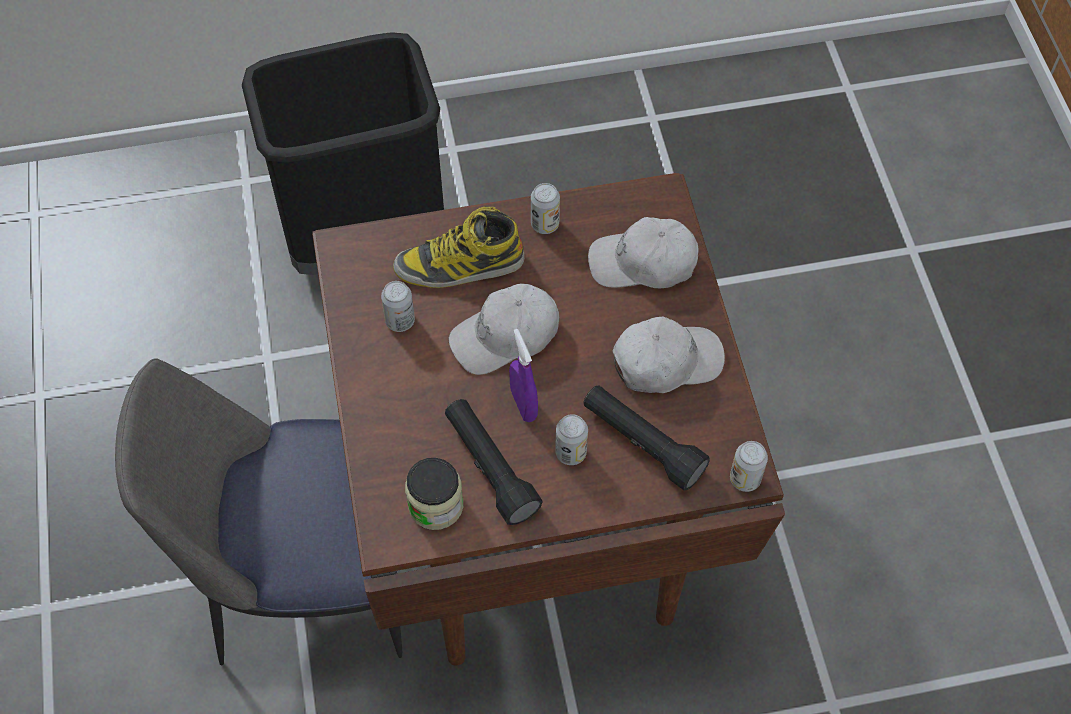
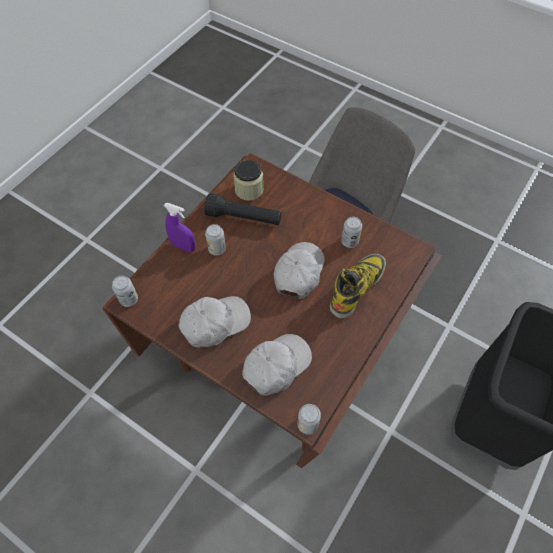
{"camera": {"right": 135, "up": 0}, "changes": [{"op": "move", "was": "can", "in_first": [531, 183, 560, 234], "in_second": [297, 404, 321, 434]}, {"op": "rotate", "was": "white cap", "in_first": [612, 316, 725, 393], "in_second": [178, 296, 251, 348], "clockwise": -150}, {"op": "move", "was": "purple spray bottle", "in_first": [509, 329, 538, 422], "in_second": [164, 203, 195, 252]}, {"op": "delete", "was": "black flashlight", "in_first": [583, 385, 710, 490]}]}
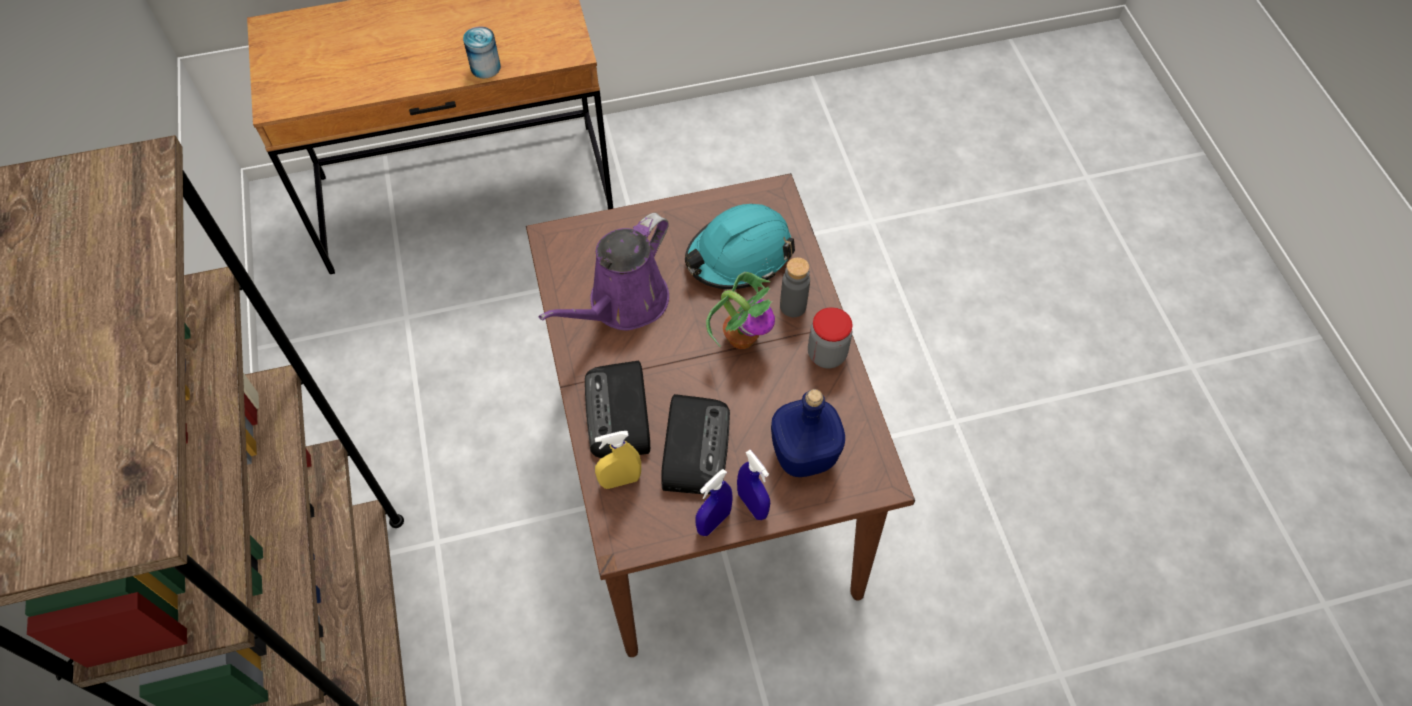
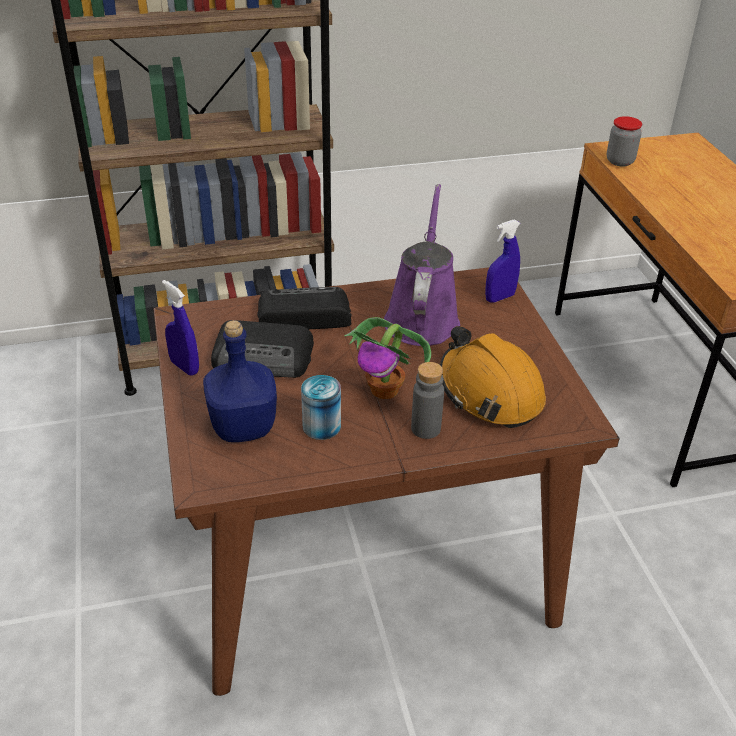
{"camera": {"right": 90, "up": -20}, "changes": [{"op": "move", "was": "can", "in_first": [463, 26, 501, 79], "in_second": [301, 375, 341, 440]}, {"op": "recolor", "was": "turquoise hard hat", "now": "orange hard hat", "in_first": [685, 204, 795, 289], "in_second": [440, 326, 546, 428]}, {"op": "rotate", "was": "purple watering can", "in_first": [539, 213, 669, 330], "in_second": [384, 184, 460, 346], "clockwise": 60}, {"op": "move", "was": "jar", "in_first": [808, 307, 852, 368], "in_second": [607, 116, 642, 166]}, {"op": "delete", "was": "yellow spray bottle", "in_first": [595, 431, 641, 489]}, {"op": "move", "was": "blue spray bottle", "in_first": [737, 450, 770, 520], "in_second": [485, 220, 521, 303]}]}
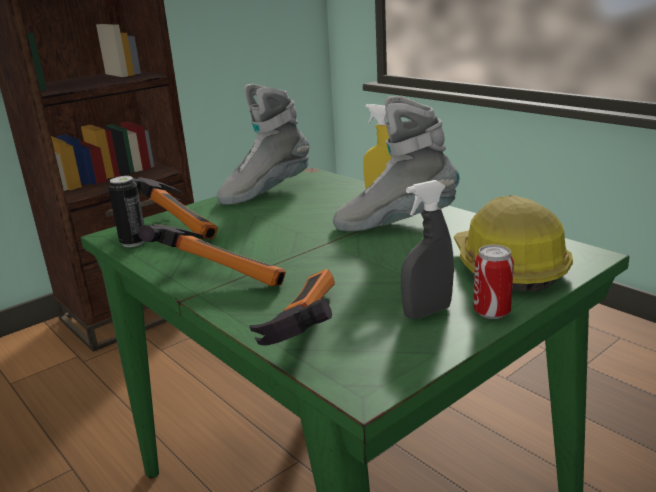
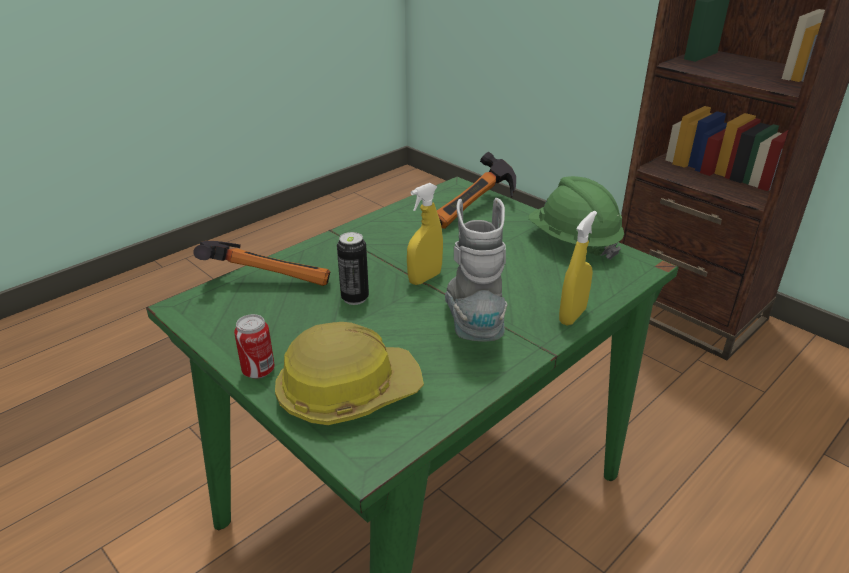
{"camera": {"right": 85, "up": 10}, "changes": [{"op": "replace", "was": "grey boot", "now": "green hard hat", "in_first": [217, 84, 309, 205], "in_second": [529, 176, 624, 260]}, {"op": "move", "was": "can", "in_first": [108, 176, 145, 247], "in_second": [337, 232, 369, 305]}, {"op": "delete", "was": "grey spray bottle", "in_first": [401, 180, 454, 319]}, {"op": "delete", "was": "hammer", "in_first": [138, 224, 286, 286]}, {"op": "insert", "now": "yellow spray bottle", "in_second": [407, 183, 443, 285]}]}
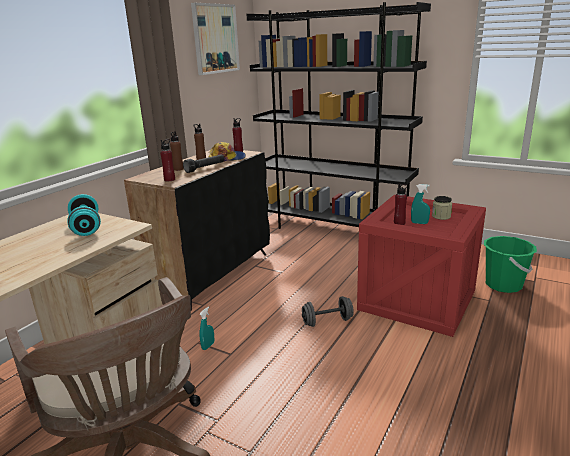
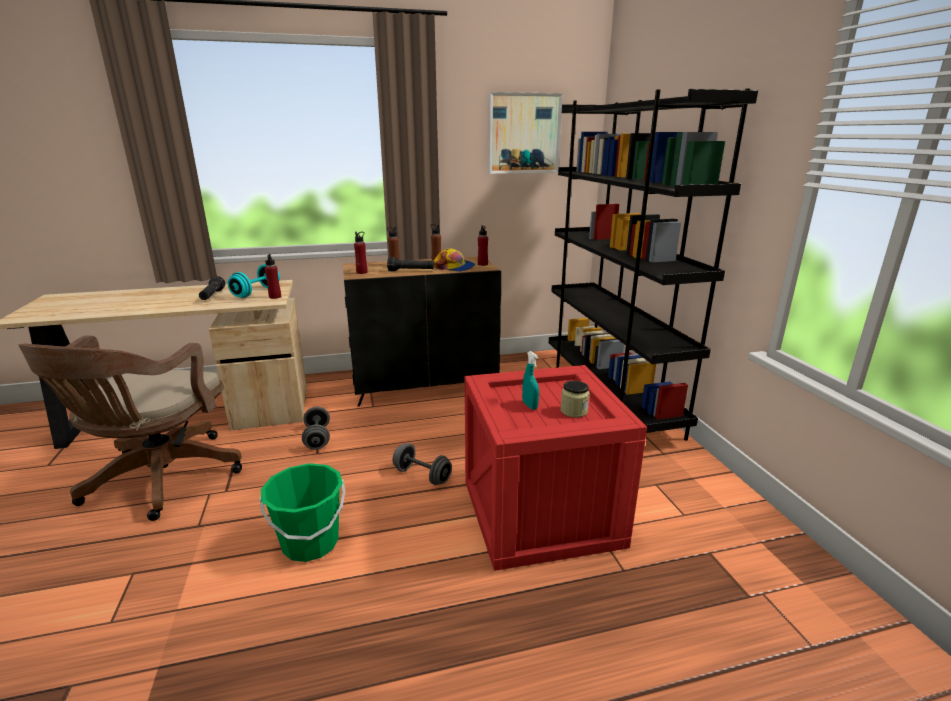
{"camera": {"right": 45, "up": 0}, "changes": [{"op": "move", "was": "red bottle", "in_first": [394, 183, 408, 225], "in_second": [265, 254, 281, 299]}, {"op": "move", "was": "green bucket", "in_first": [484, 236, 537, 293], "in_second": [260, 463, 346, 562]}, {"op": "replace", "was": "turquoise spray bottle", "now": "grey dumbbell", "in_first": [199, 307, 214, 350], "in_second": [302, 407, 330, 450]}, {"op": "insert", "now": "black flashlight", "in_second": [199, 276, 225, 300]}]}
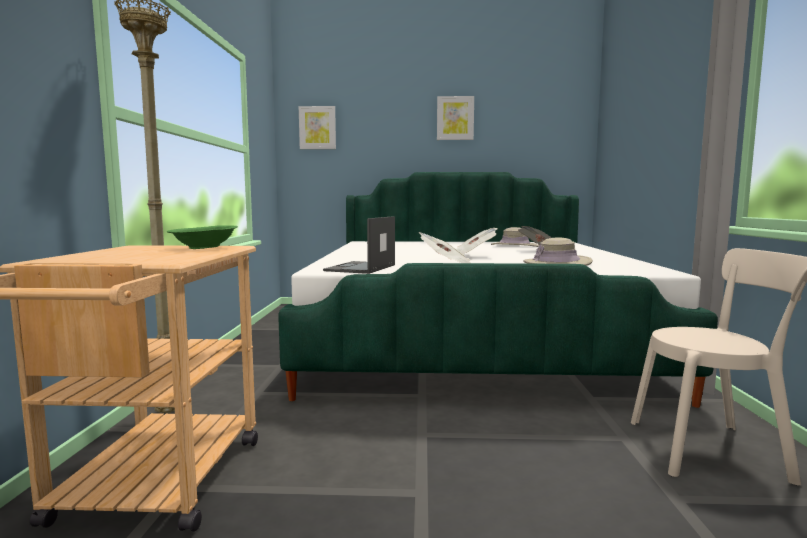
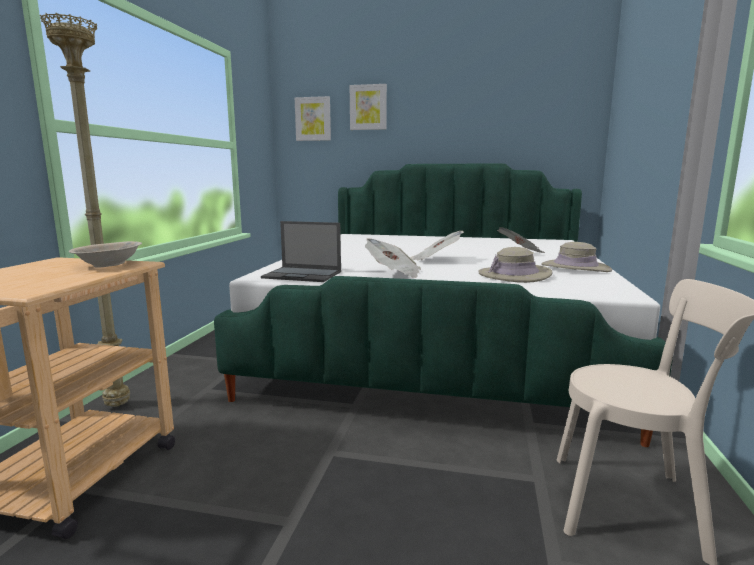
{"camera": {"right": 10, "up": 5}, "changes": [{"op": "move", "was": "picture", "in_first": [437, 96, 474, 140], "in_second": [350, 84, 387, 130]}, {"op": "rotate", "was": "laptop", "in_first": [323, 216, 395, 274], "in_second": [261, 221, 341, 282], "clockwise": -105}, {"op": "recolor", "was": "green bowl", "now": "beige bowl", "in_first": [166, 225, 238, 249], "in_second": [69, 241, 142, 268]}, {"op": "move", "was": "beige hat", "in_first": [491, 227, 539, 247], "in_second": [541, 242, 612, 272]}]}
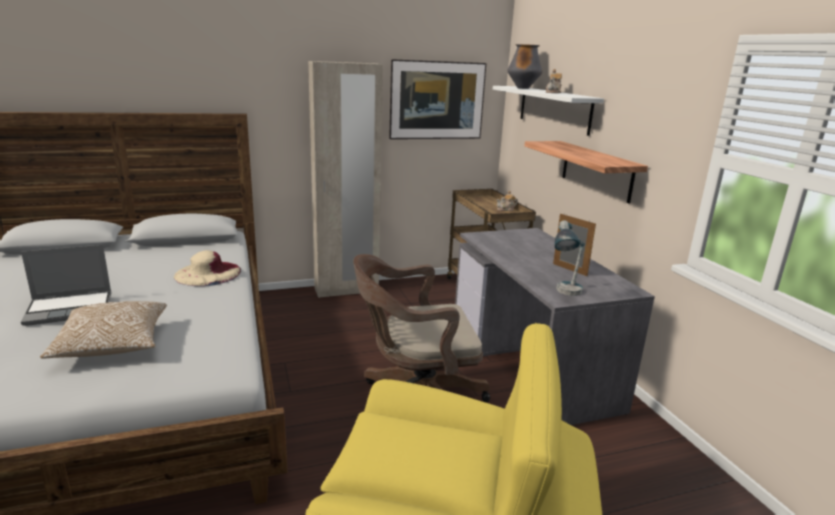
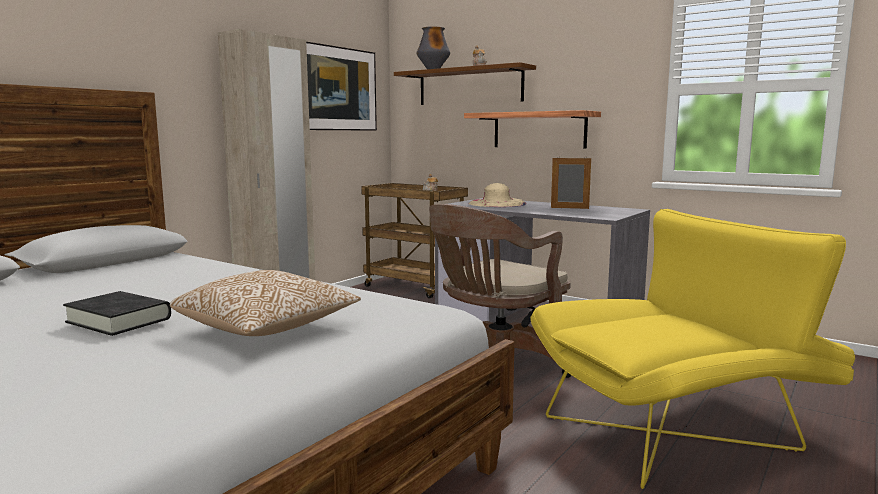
{"camera": {"right": -35, "up": -10}, "changes": [{"op": "recolor", "was": "white shelf", "now": "brown shelf", "in_first": [493, 86, 604, 136], "in_second": [394, 62, 536, 105]}, {"op": "delete", "was": "table lamp", "in_first": [555, 220, 585, 296]}, {"op": "replace", "was": "laptop", "now": "black book", "in_first": [21, 245, 111, 326], "in_second": [63, 291, 171, 336]}, {"op": "move", "was": "beige hat", "in_first": [174, 250, 241, 286], "in_second": [469, 183, 526, 207]}]}
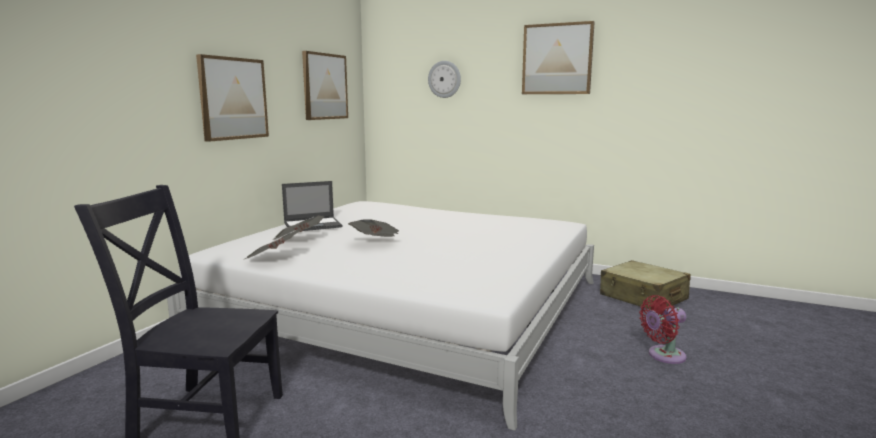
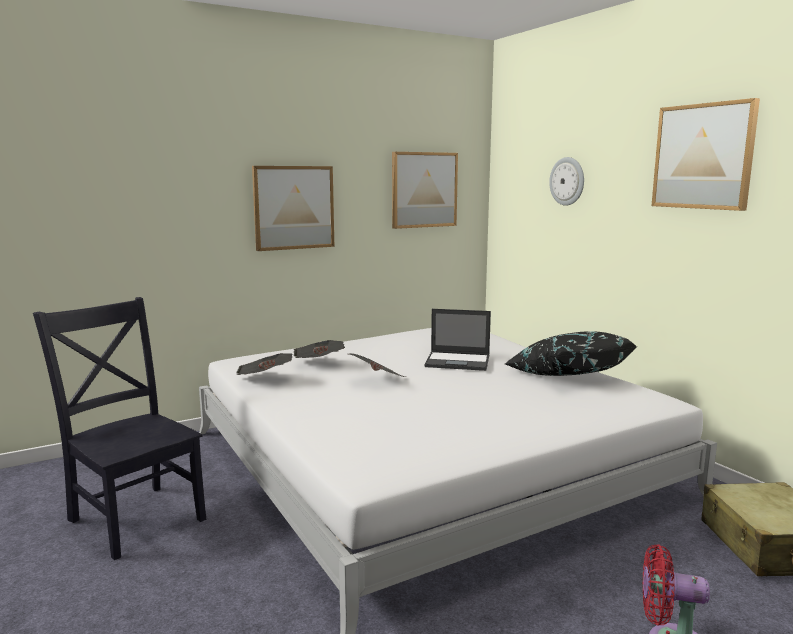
{"camera": {"right": 35, "up": 0}, "changes": [{"op": "move", "was": "laptop", "in_first": [282, 181, 342, 231], "in_second": [424, 309, 491, 371]}, {"op": "insert", "now": "black pillow", "in_second": [505, 331, 638, 376]}]}
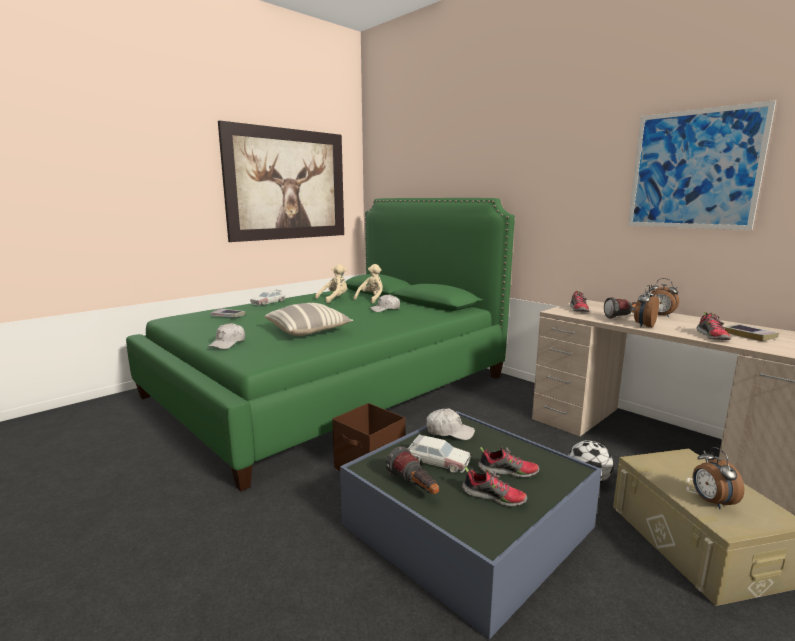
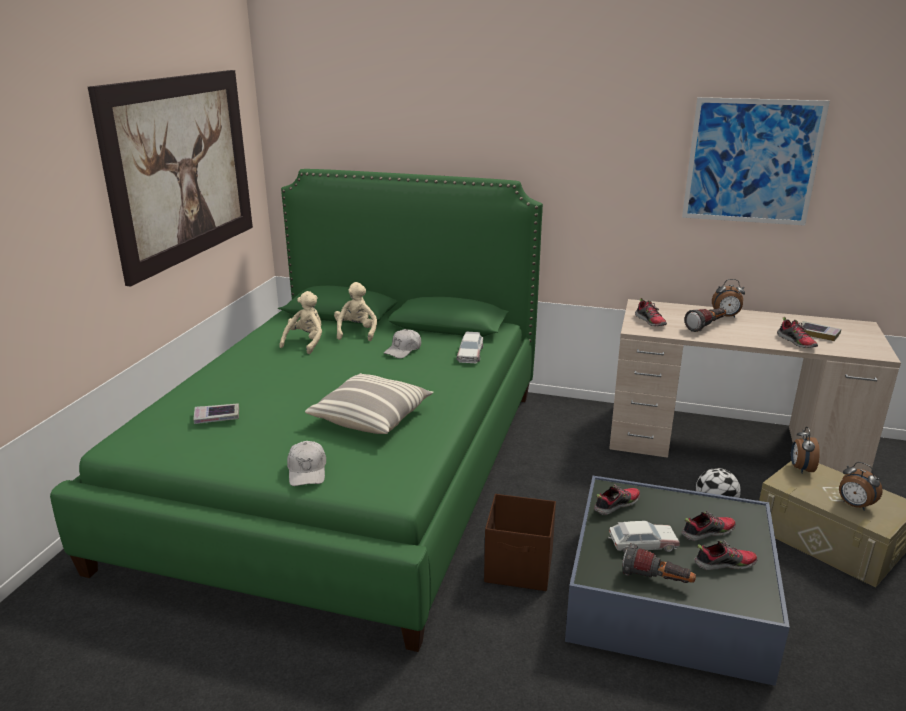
{"camera": {"right": -30, "up": 10}, "changes": [{"op": "move", "was": "alarm clock", "in_first": [634, 285, 659, 327], "in_second": [791, 427, 820, 474]}, {"op": "move", "was": "toy car", "in_first": [250, 290, 286, 306], "in_second": [456, 332, 483, 363]}, {"op": "replace", "was": "white cap", "now": "shoe", "in_first": [427, 409, 475, 440], "in_second": [594, 484, 640, 515]}]}
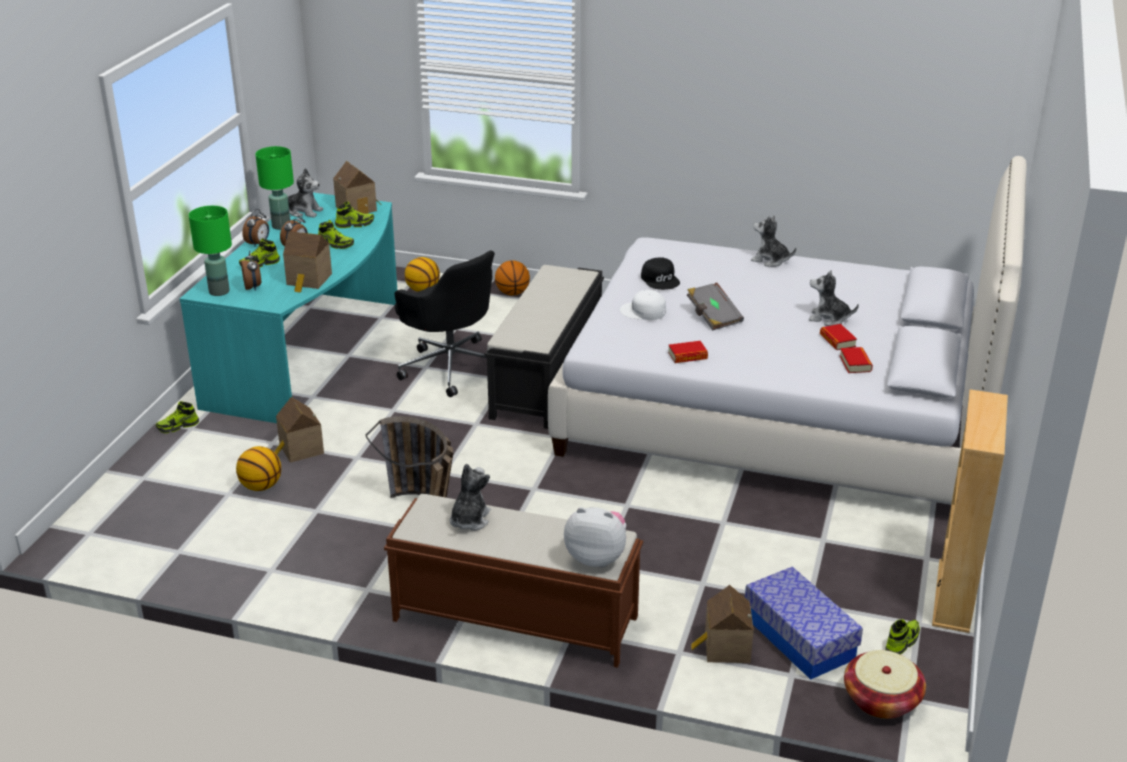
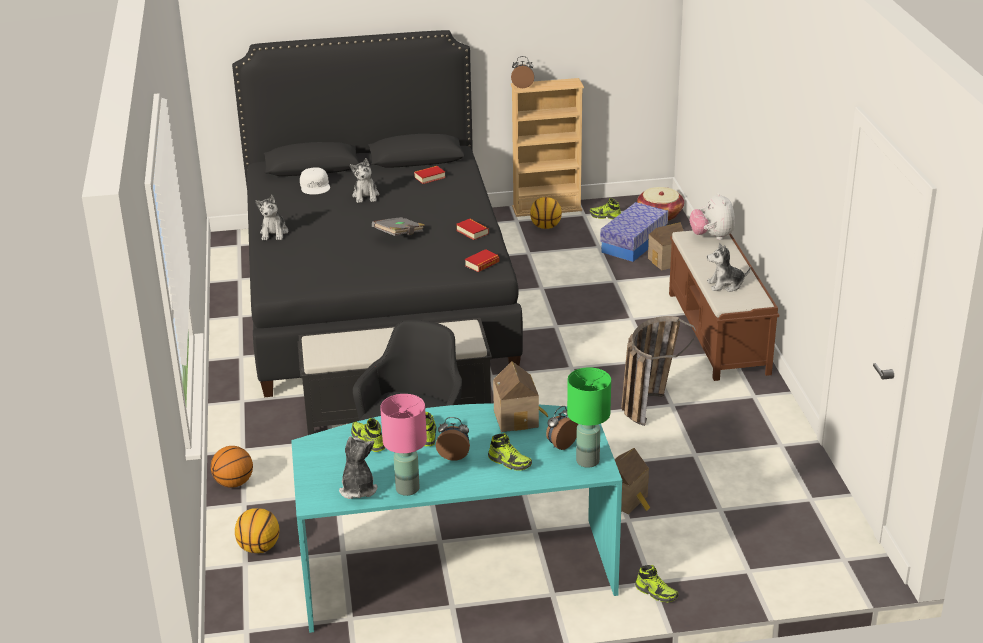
{"camera": {"right": -115, "up": 0}, "changes": [{"op": "recolor", "was": "green table lamp", "now": "pink table lamp", "in_first": [255, 146, 294, 230], "in_second": [380, 394, 427, 496]}, {"op": "recolor", "was": "white bed", "now": "black bed", "in_first": [548, 156, 1027, 502], "in_second": [232, 30, 523, 397]}, {"op": "delete", "was": "toy house", "in_first": [333, 161, 381, 214]}, {"op": "move", "was": "alarm clock", "in_first": [242, 209, 269, 246], "in_second": [511, 56, 534, 88]}, {"op": "delete", "was": "black cap", "in_first": [641, 257, 680, 290]}, {"op": "move", "was": "white cap", "in_first": [620, 290, 666, 320], "in_second": [300, 167, 330, 194]}, {"op": "move", "was": "book", "in_first": [820, 324, 857, 350], "in_second": [465, 249, 500, 272]}, {"op": "move", "was": "basketball", "in_first": [236, 446, 281, 491], "in_second": [530, 197, 562, 229]}]}
